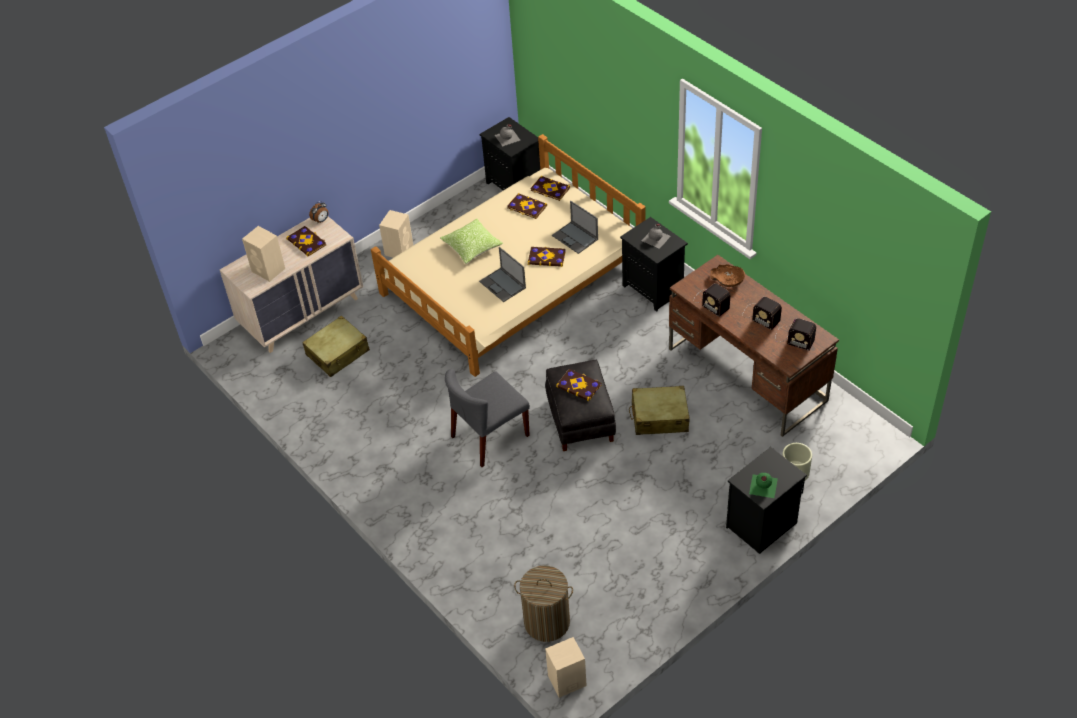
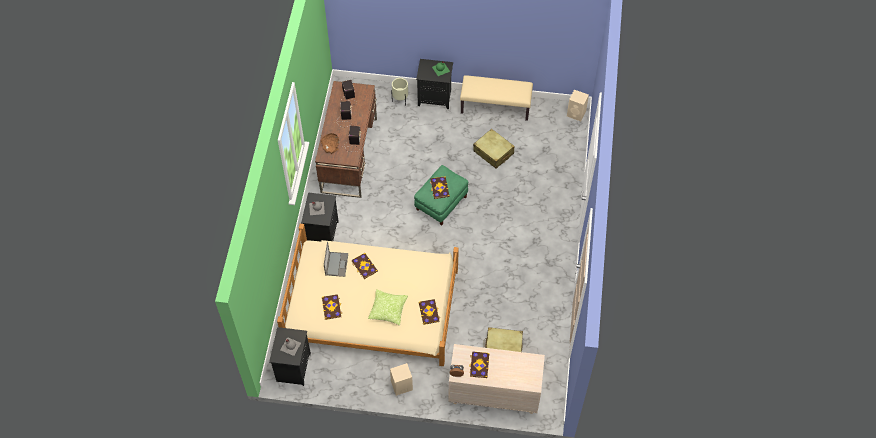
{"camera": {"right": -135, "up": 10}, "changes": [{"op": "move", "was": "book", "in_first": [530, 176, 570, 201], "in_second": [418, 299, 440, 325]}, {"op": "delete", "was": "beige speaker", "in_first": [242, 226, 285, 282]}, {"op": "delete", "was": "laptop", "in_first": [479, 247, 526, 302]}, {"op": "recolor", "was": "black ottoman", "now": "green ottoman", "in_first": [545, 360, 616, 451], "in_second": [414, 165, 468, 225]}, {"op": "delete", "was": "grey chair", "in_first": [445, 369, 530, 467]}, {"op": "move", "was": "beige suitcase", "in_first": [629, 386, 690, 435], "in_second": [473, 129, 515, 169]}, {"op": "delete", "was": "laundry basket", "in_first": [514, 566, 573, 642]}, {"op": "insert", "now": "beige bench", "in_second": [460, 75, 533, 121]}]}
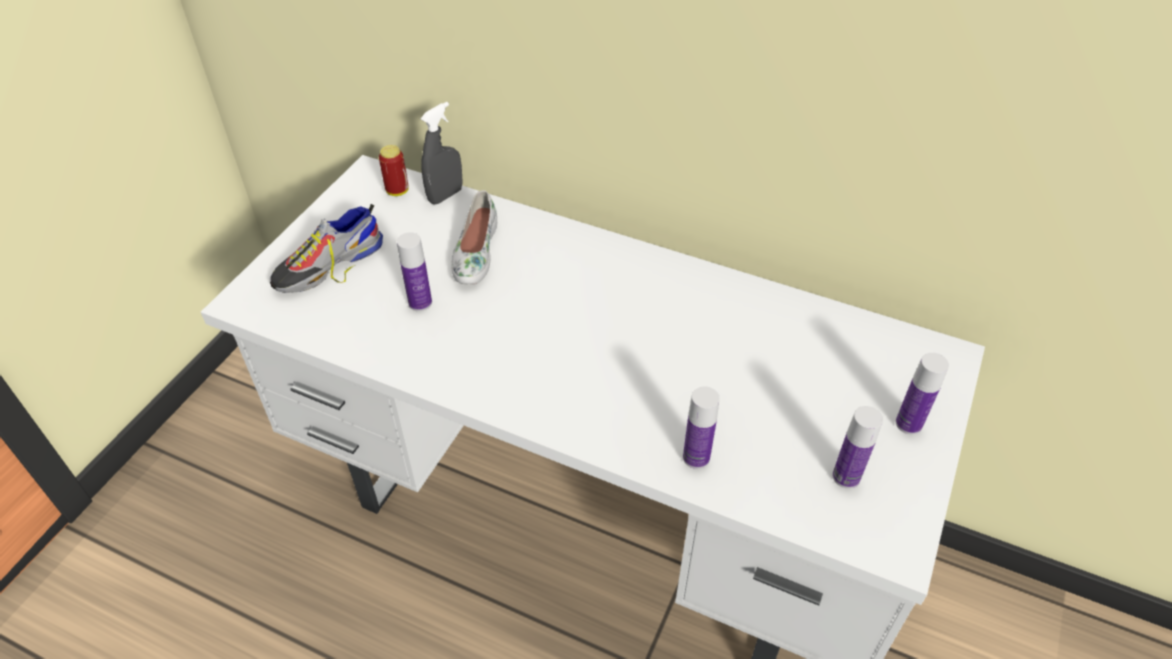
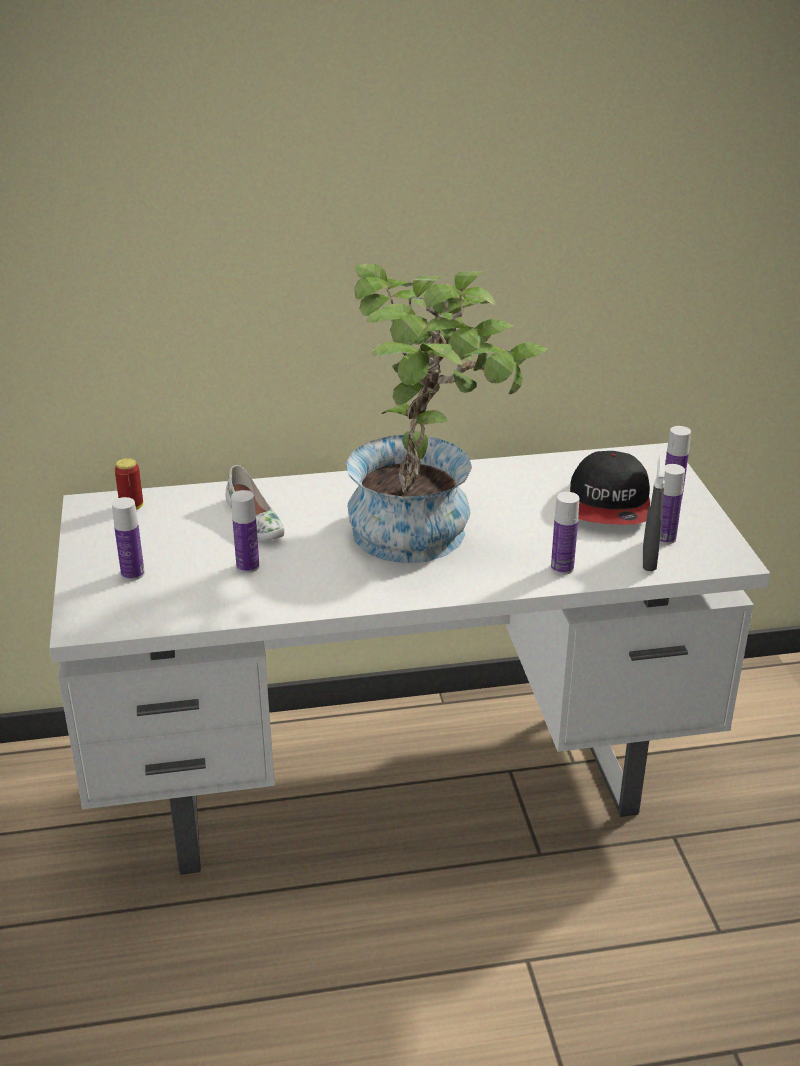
{"camera": {"right": -35, "up": -15}, "changes": [{"op": "move", "was": "grey spray bottle", "in_first": [421, 102, 463, 204], "in_second": [643, 455, 665, 571]}, {"op": "replace", "was": "shoe", "now": "bottle", "in_first": [270, 204, 383, 293], "in_second": [112, 497, 145, 581]}, {"op": "insert", "now": "potted plant", "in_second": [346, 264, 548, 563]}, {"op": "insert", "now": "cap", "in_second": [570, 451, 650, 525]}]}
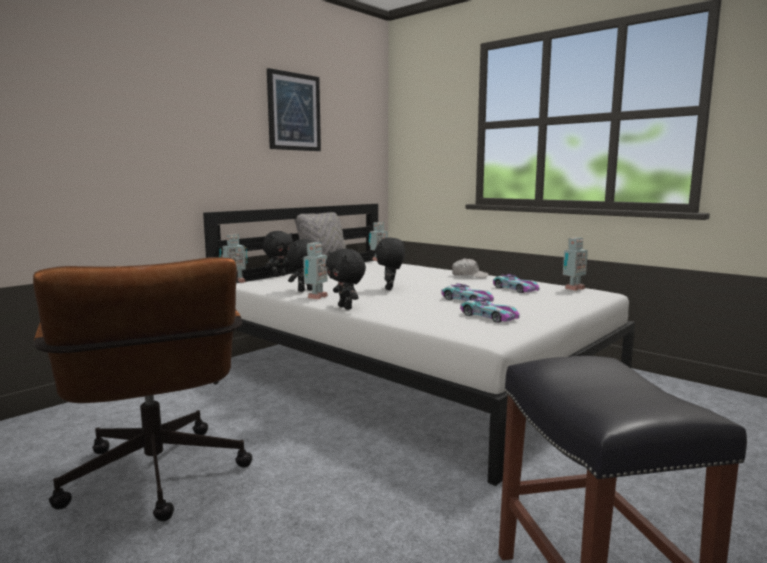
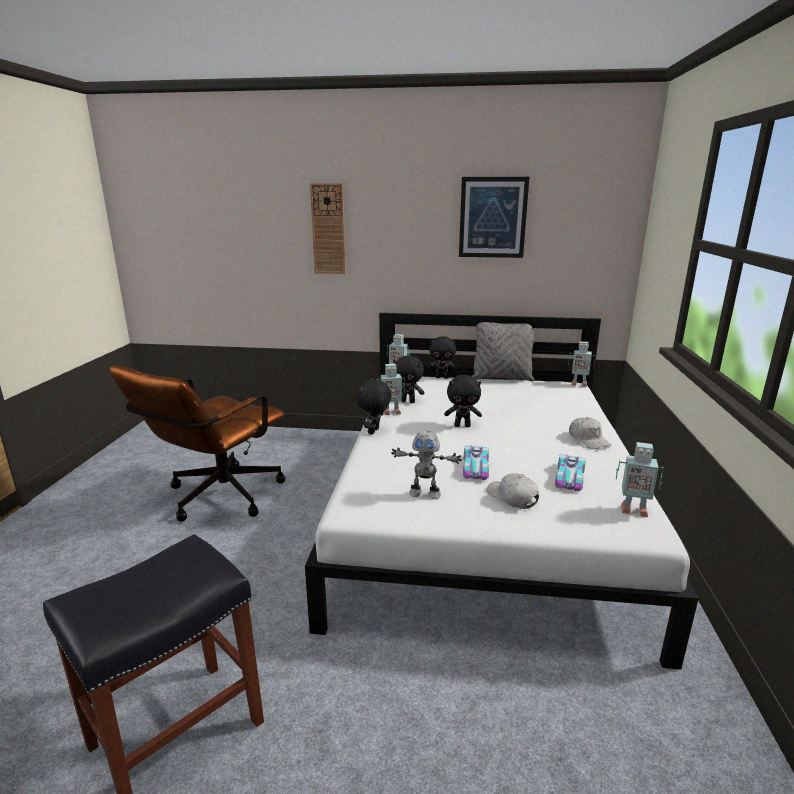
{"camera": {"right": 55, "up": 10}, "changes": [{"op": "rotate", "was": "black plush toy", "in_first": [375, 238, 405, 290], "in_second": [444, 375, 482, 427], "clockwise": -150}, {"op": "replace", "was": "toy car", "now": "toy robot", "in_first": [460, 297, 520, 323], "in_second": [391, 431, 462, 499]}, {"op": "insert", "now": "wall clock", "in_second": [310, 183, 346, 274]}, {"op": "insert", "now": "white cap", "in_second": [486, 473, 539, 509]}]}
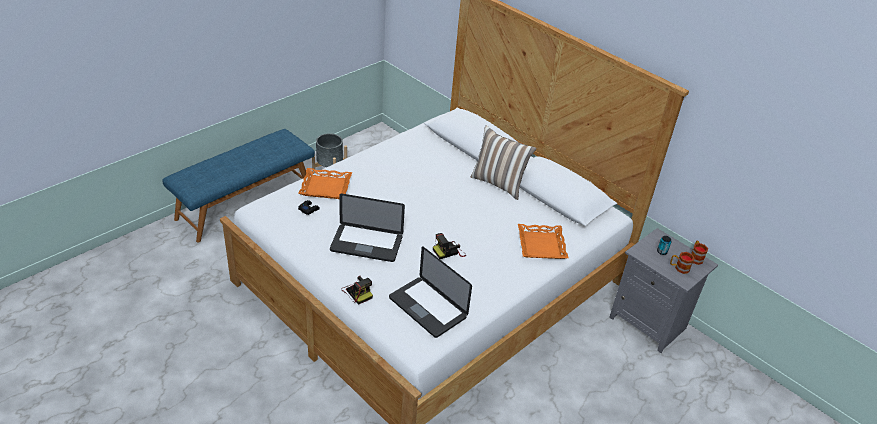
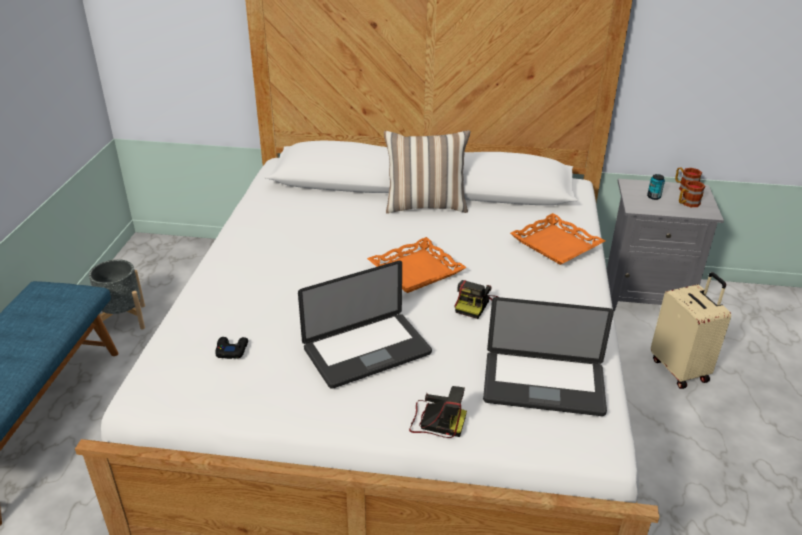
{"camera": {"right": -35, "up": -5}, "changes": [{"op": "move", "was": "orange tray", "in_first": [298, 168, 352, 199], "in_second": [367, 237, 467, 293]}, {"op": "insert", "now": "beige suitcase", "in_second": [651, 272, 731, 389]}]}
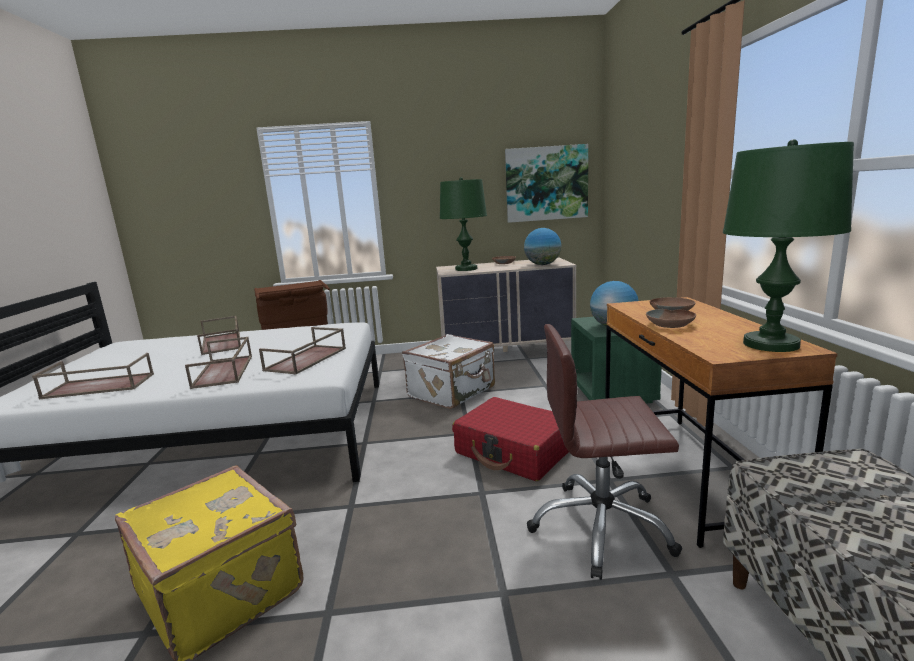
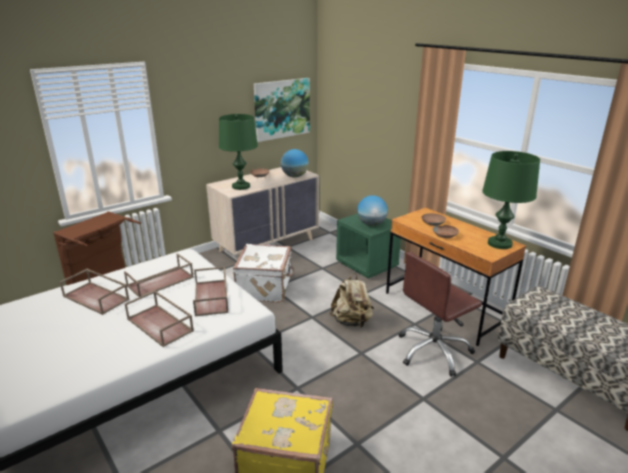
{"camera": {"right": -35, "up": 10}, "changes": [{"op": "move", "was": "brown tray", "in_first": [32, 353, 154, 399], "in_second": [124, 253, 194, 297]}, {"op": "replace", "was": "red suitcase", "now": "beige backpack", "in_first": [452, 397, 569, 481], "in_second": [330, 273, 374, 327]}]}
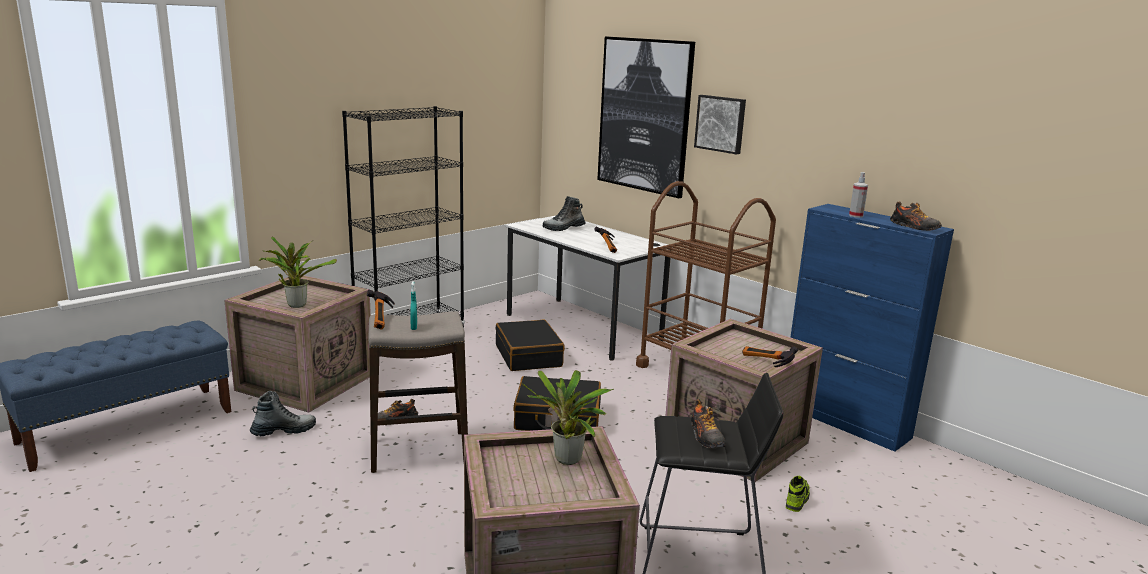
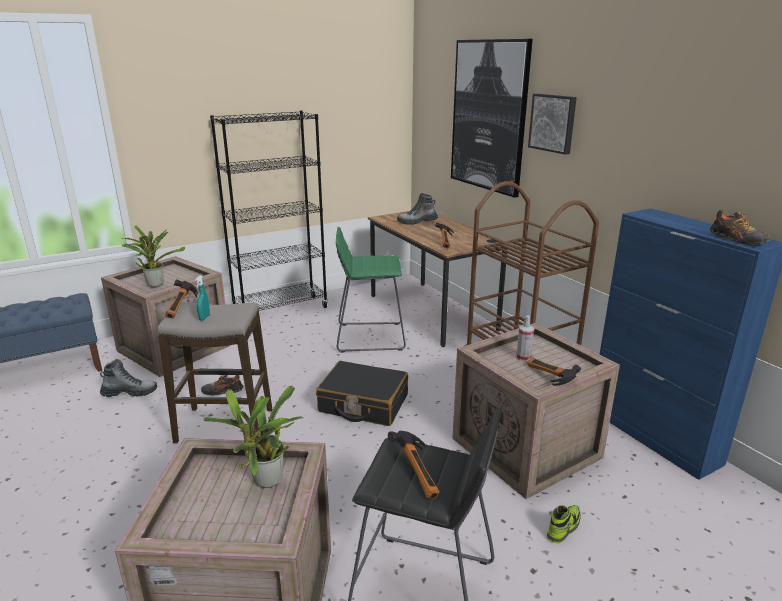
{"camera": {"right": 15, "up": 5}, "changes": [{"op": "move", "was": "spray bottle", "in_first": [849, 172, 868, 218], "in_second": [516, 315, 534, 362]}, {"op": "recolor", "was": "white desk", "now": "brown desk", "in_first": [505, 216, 672, 361], "in_second": [368, 211, 507, 347]}, {"op": "replace", "was": "black suitcase", "now": "green stool", "in_first": [495, 320, 565, 371], "in_second": [336, 227, 406, 353]}, {"op": "replace", "was": "shoe", "now": "hammer", "in_first": [691, 399, 725, 448], "in_second": [388, 430, 440, 498]}]}
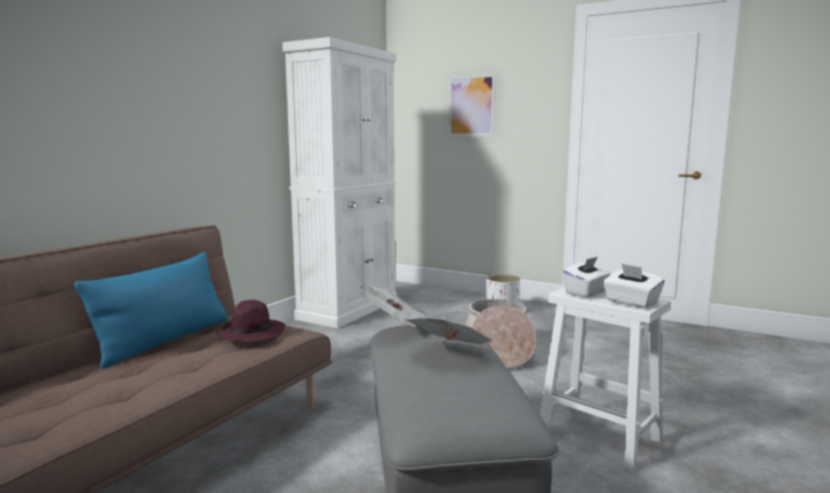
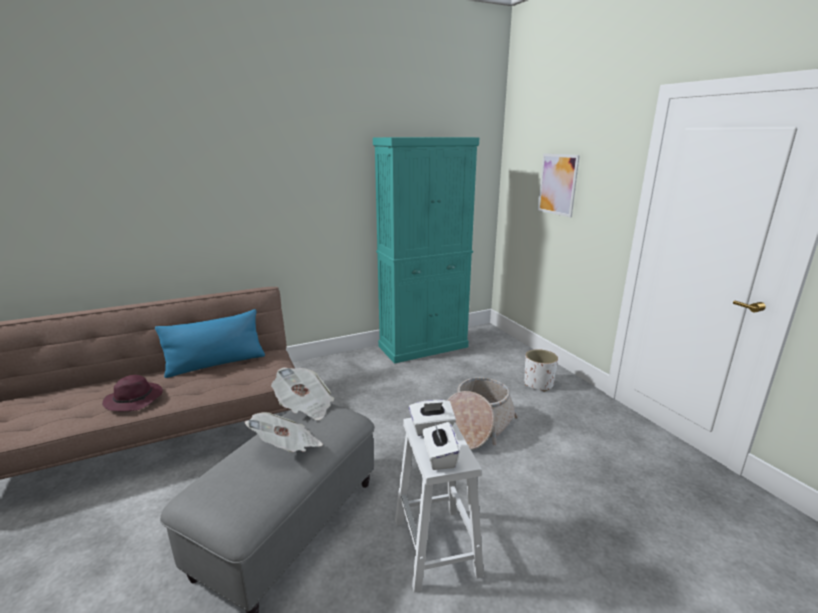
{"camera": {"right": 35, "up": 10}, "changes": [{"op": "recolor", "was": "white cabinet", "now": "turquoise cabinet", "in_first": [282, 37, 397, 328], "in_second": [373, 137, 479, 364]}, {"op": "move", "was": "purple hat", "in_first": [216, 300, 285, 342], "in_second": [102, 375, 163, 411]}]}
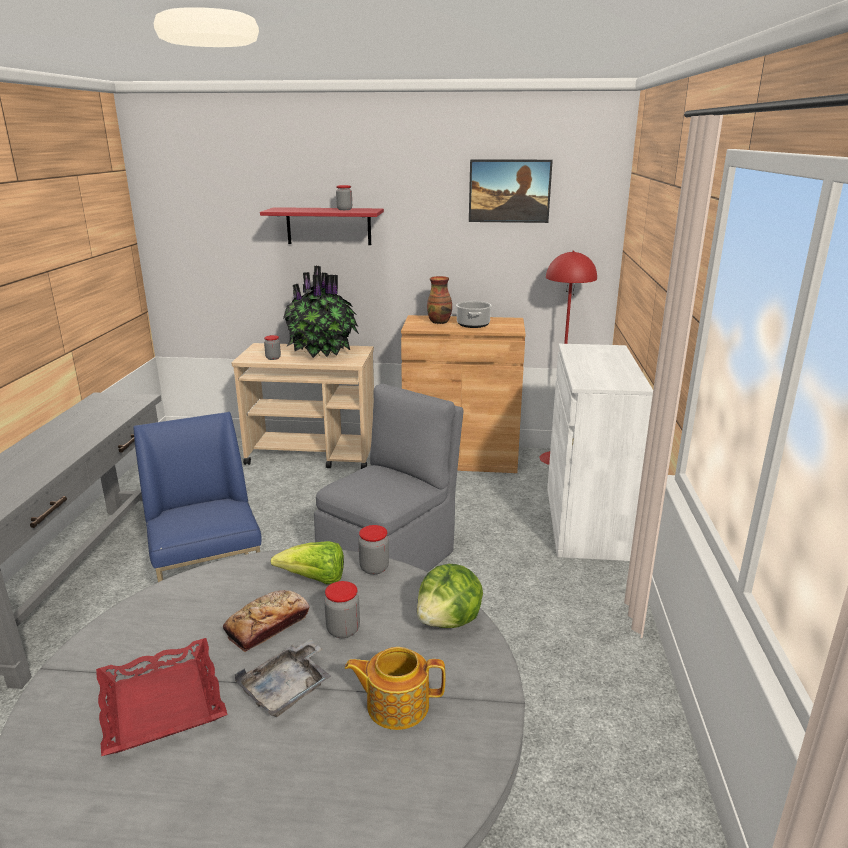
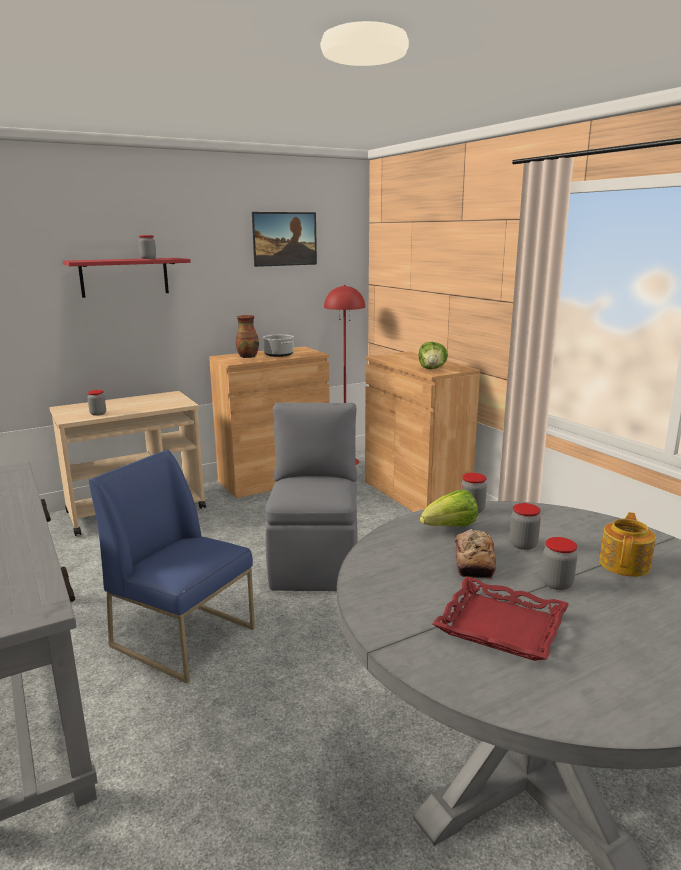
{"camera": {"right": -35, "up": -5}, "changes": [{"op": "delete", "was": "potted plant", "in_first": [283, 266, 359, 358]}, {"op": "recolor", "was": "white cabinet", "now": "brown cabinet", "in_first": [547, 344, 653, 561], "in_second": [365, 351, 480, 512]}, {"op": "move", "was": "lettuce", "in_first": [417, 564, 483, 628], "in_second": [419, 342, 448, 369]}, {"op": "replace", "was": "grey tray", "now": "jar", "in_first": [234, 639, 331, 717], "in_second": [541, 537, 577, 590]}, {"op": "rotate", "was": "teapot", "in_first": [345, 647, 445, 730], "in_second": [599, 512, 656, 577], "clockwise": 150}]}
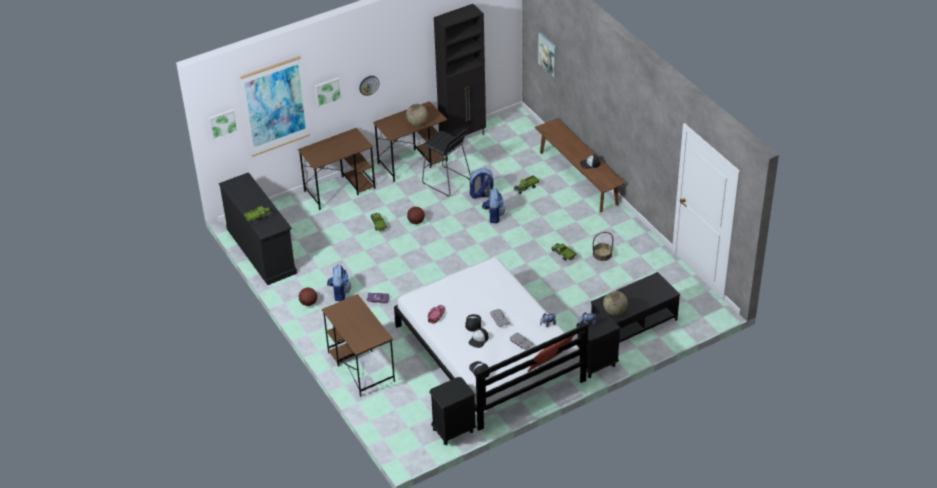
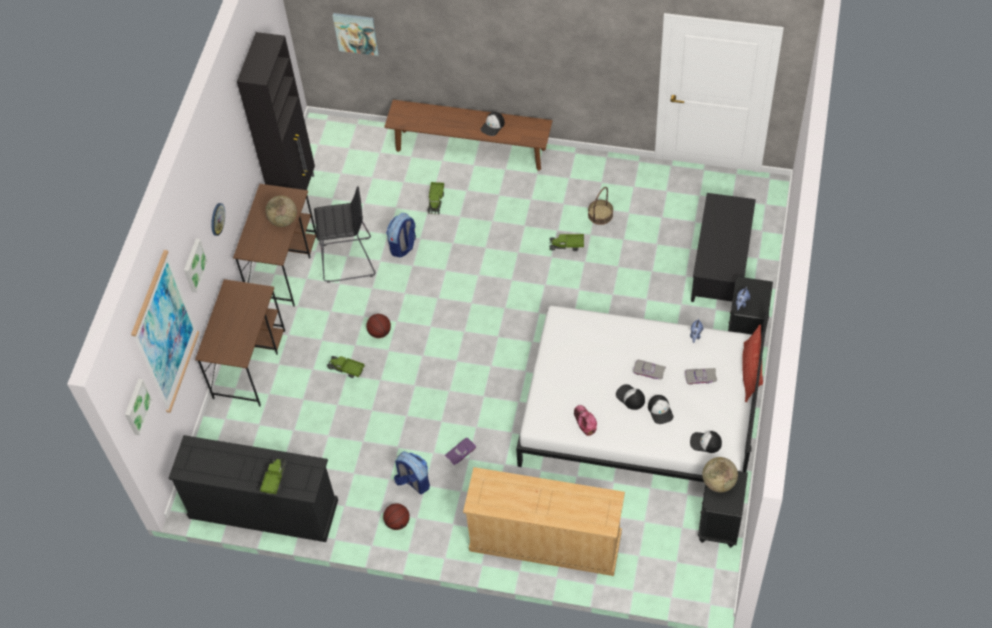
{"camera": {"right": -45, "up": 15}, "changes": [{"op": "delete", "was": "backpack", "in_first": [482, 188, 505, 223]}, {"op": "move", "was": "globe", "in_first": [603, 291, 628, 316], "in_second": [702, 457, 738, 492]}, {"op": "replace", "was": "brown desk", "now": "beige dresser", "in_first": [322, 294, 395, 397], "in_second": [463, 467, 625, 576]}]}
